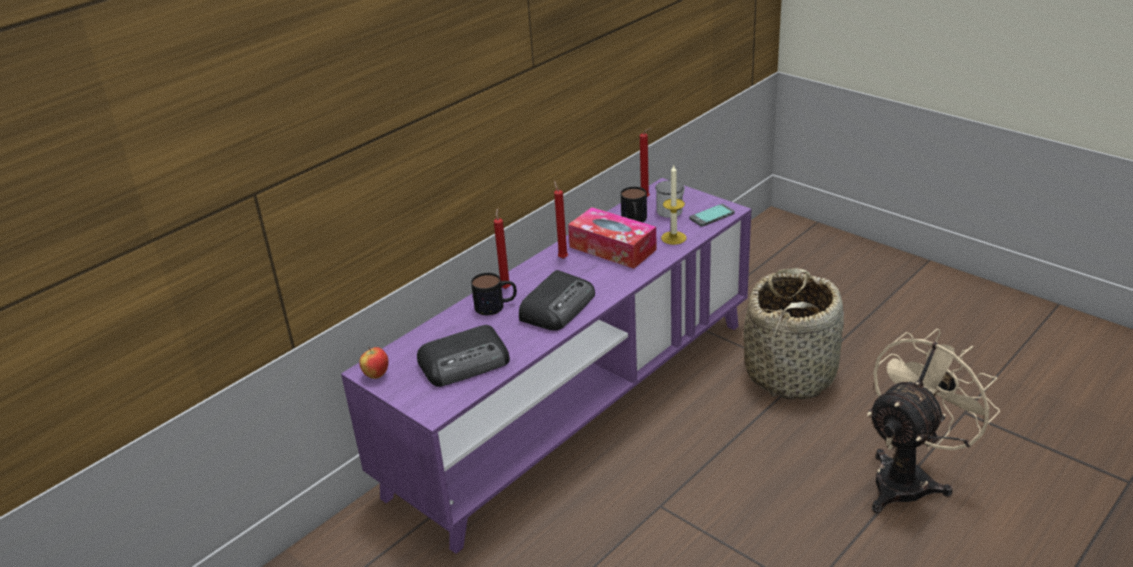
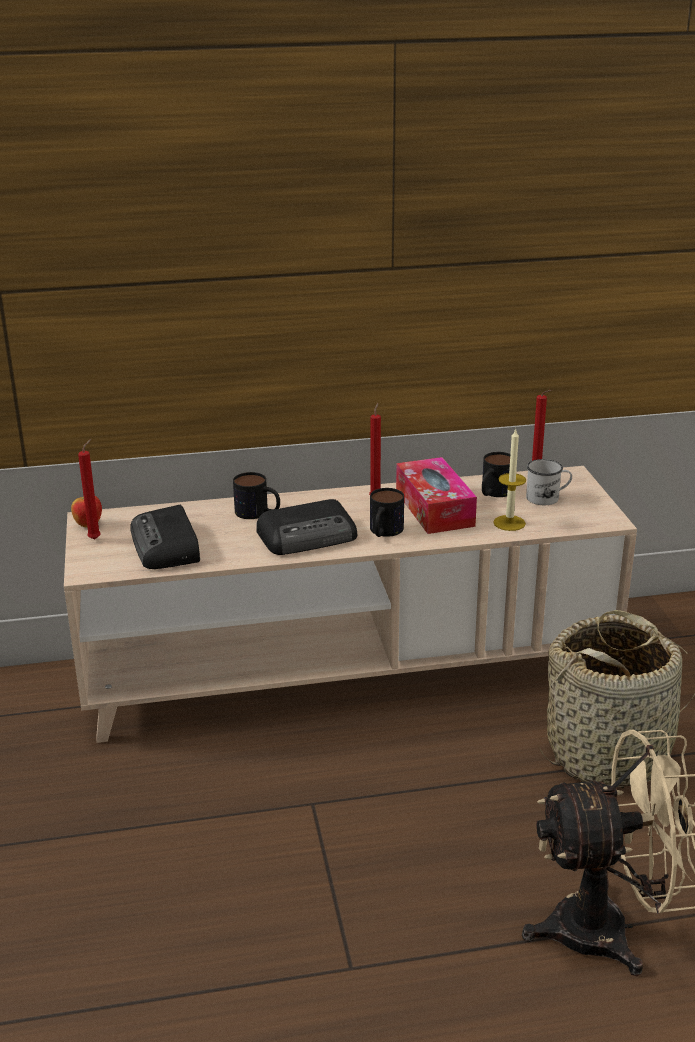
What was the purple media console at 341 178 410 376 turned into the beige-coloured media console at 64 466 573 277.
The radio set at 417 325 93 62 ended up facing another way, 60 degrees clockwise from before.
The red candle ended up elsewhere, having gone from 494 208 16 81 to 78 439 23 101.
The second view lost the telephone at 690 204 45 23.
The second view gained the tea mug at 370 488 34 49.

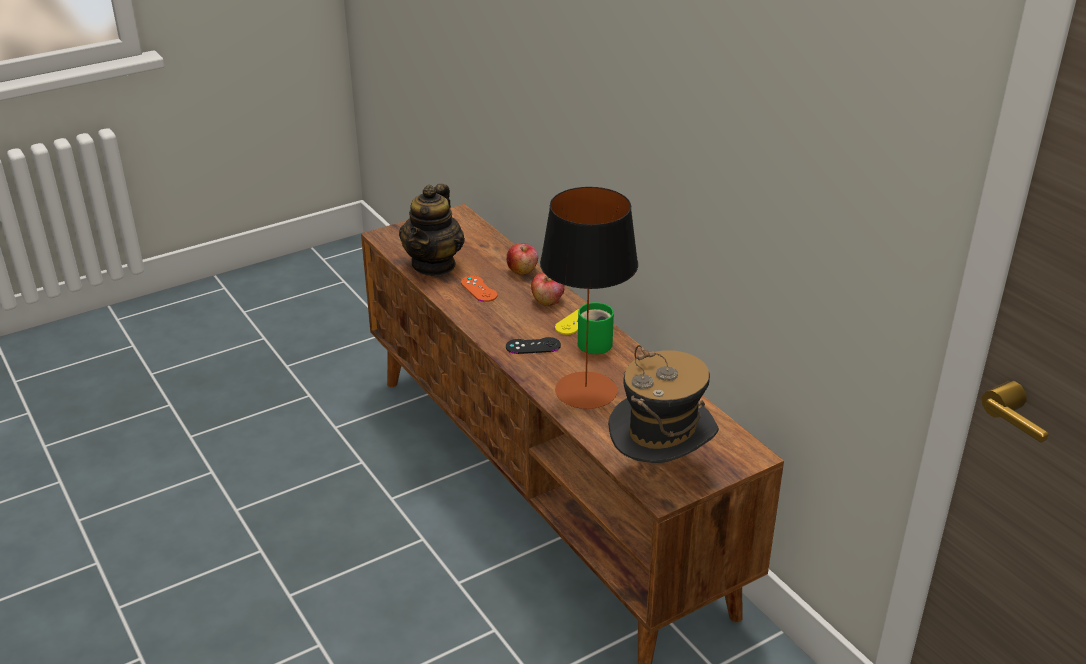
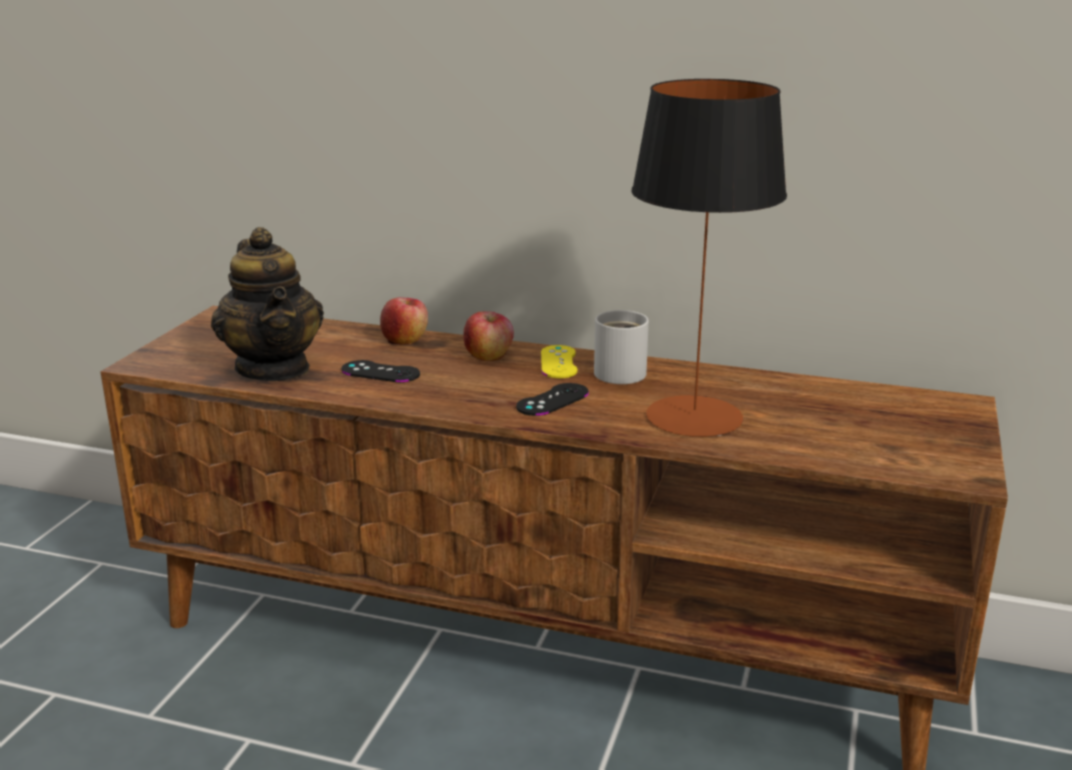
What was the orange gamepad at 461 276 37 26 turned into the black-coloured gamepad at 341 360 79 22.
What was the greenish tea mug at 578 302 36 52 turned into the white tea mug at 594 310 55 74.
The second view lost the hat at 608 345 111 118.

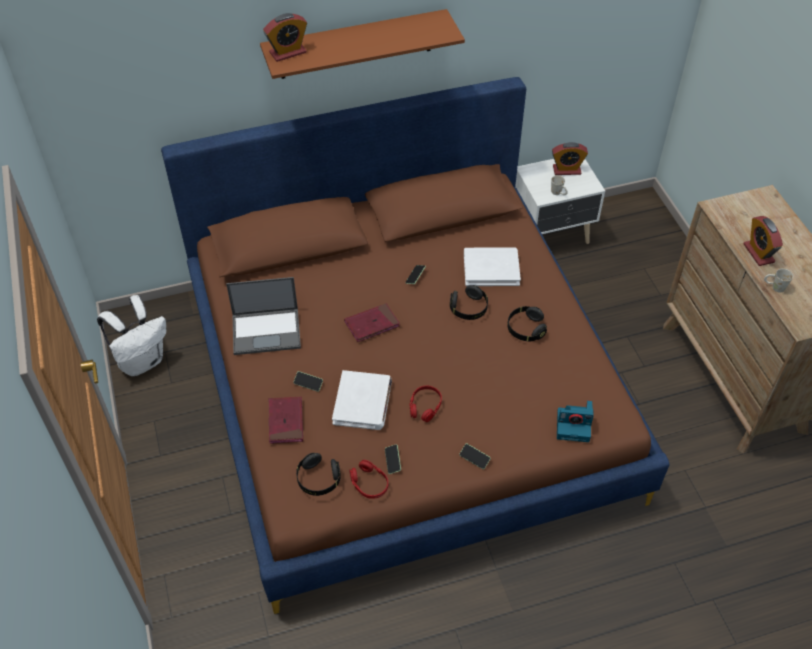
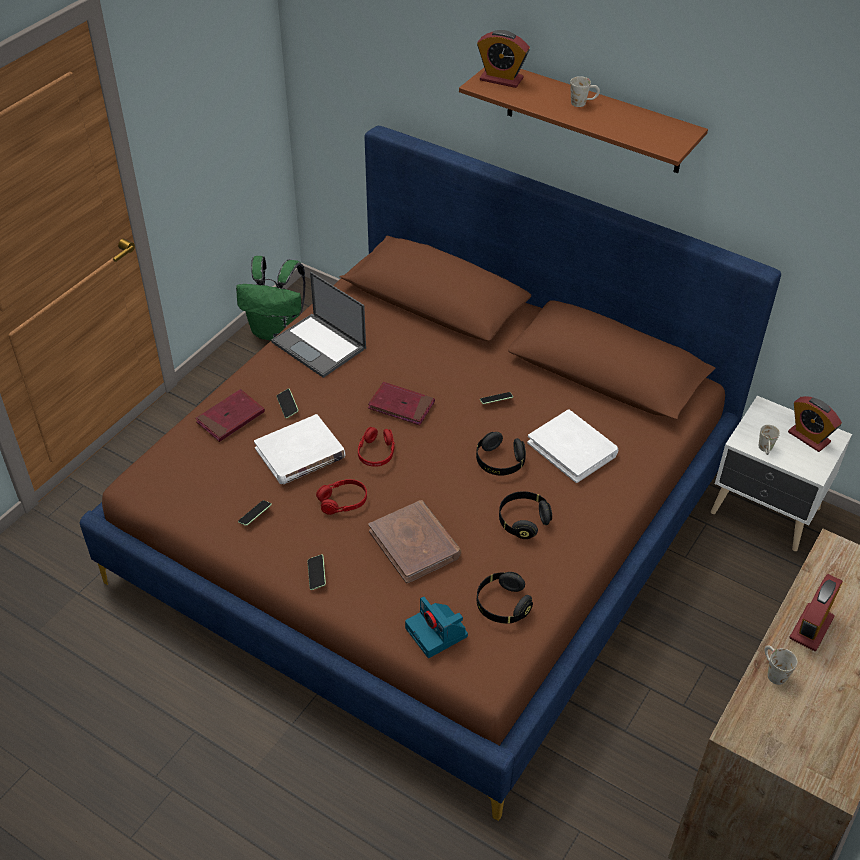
What was the white rucksack at 97 295 69 81 turned into the greenish rucksack at 236 256 70 85.
The black-coloured pair of headphones ended up elsewhere, having gone from 296 453 45 43 to 477 572 56 52.
The red pair of headphones ended up elsewhere, having gone from 349 460 39 39 to 358 427 37 40.
The second view gained the brownish bound book at 369 500 92 83.
The second view gained the white tea mug at 570 76 30 31.

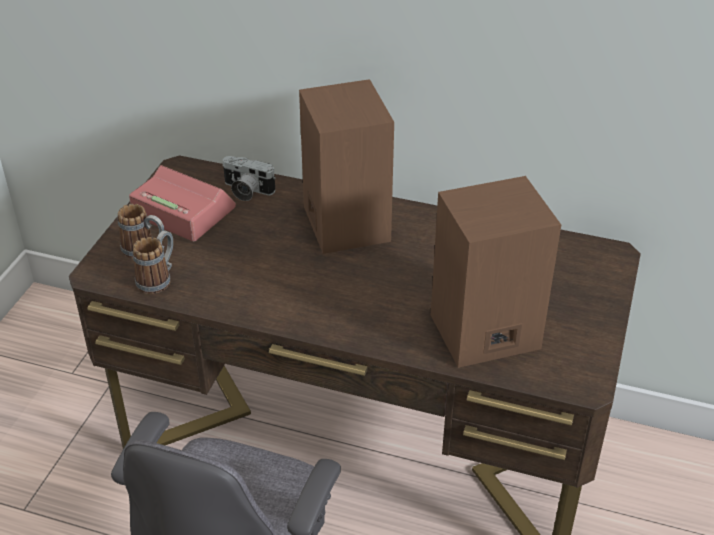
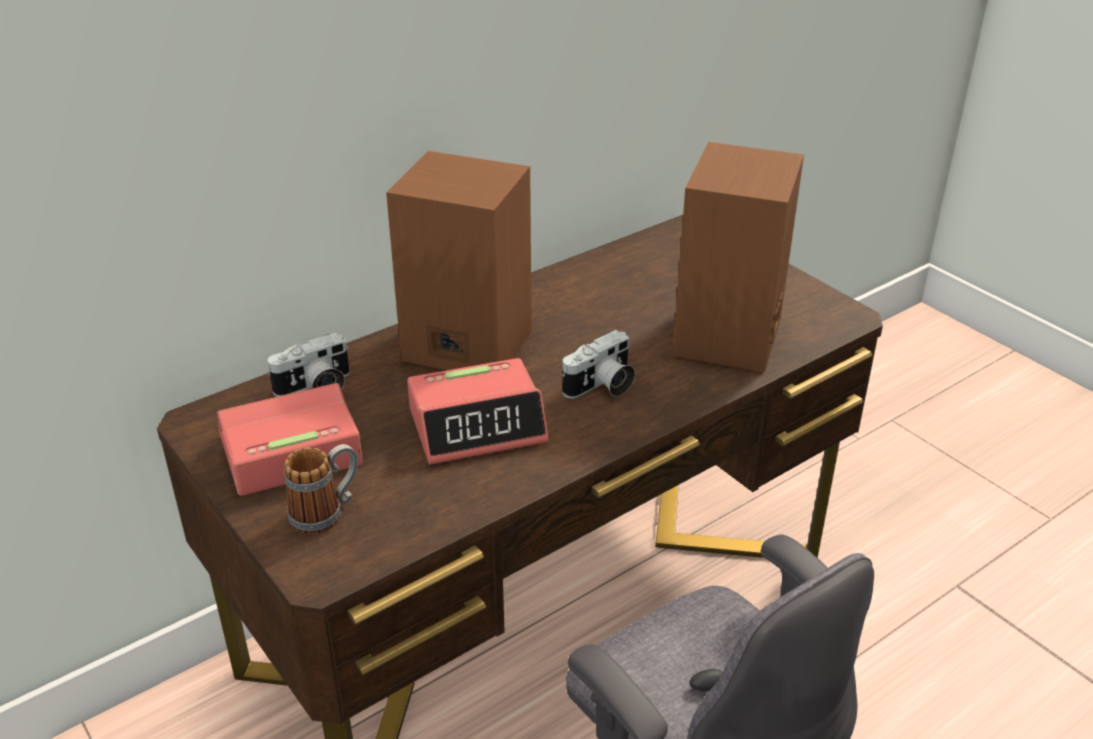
The second view lost the tea mug at 133 230 40 64.
The second view gained the alarm clock at 407 358 142 107.
The second view gained the still camera at 562 330 73 68.

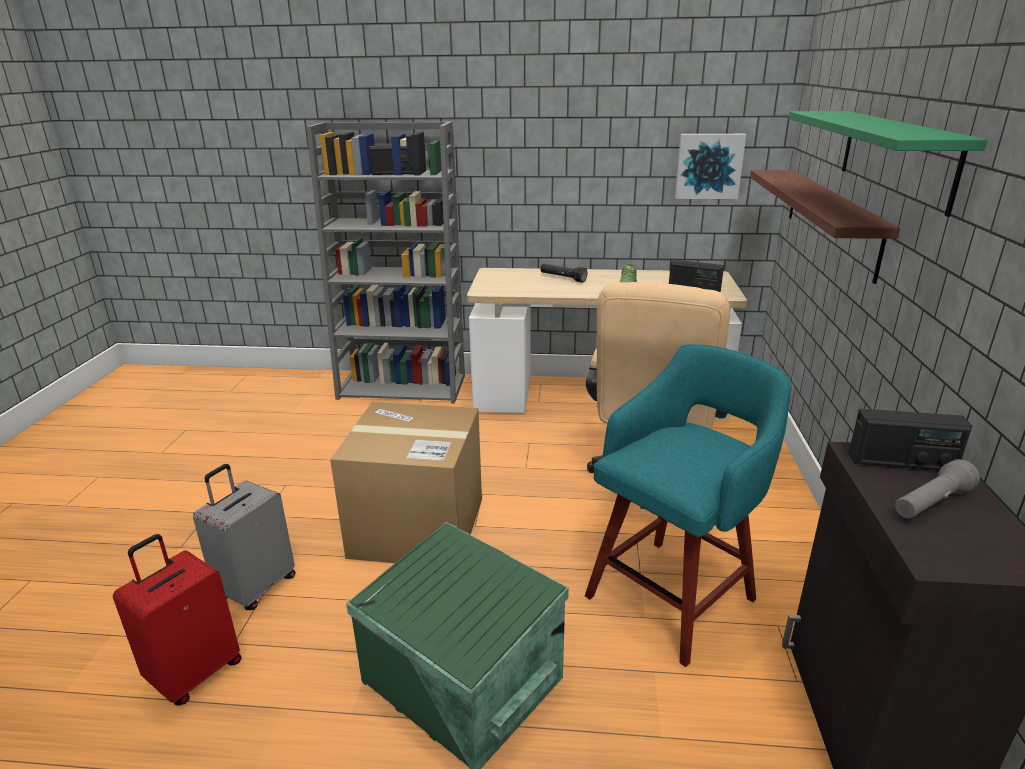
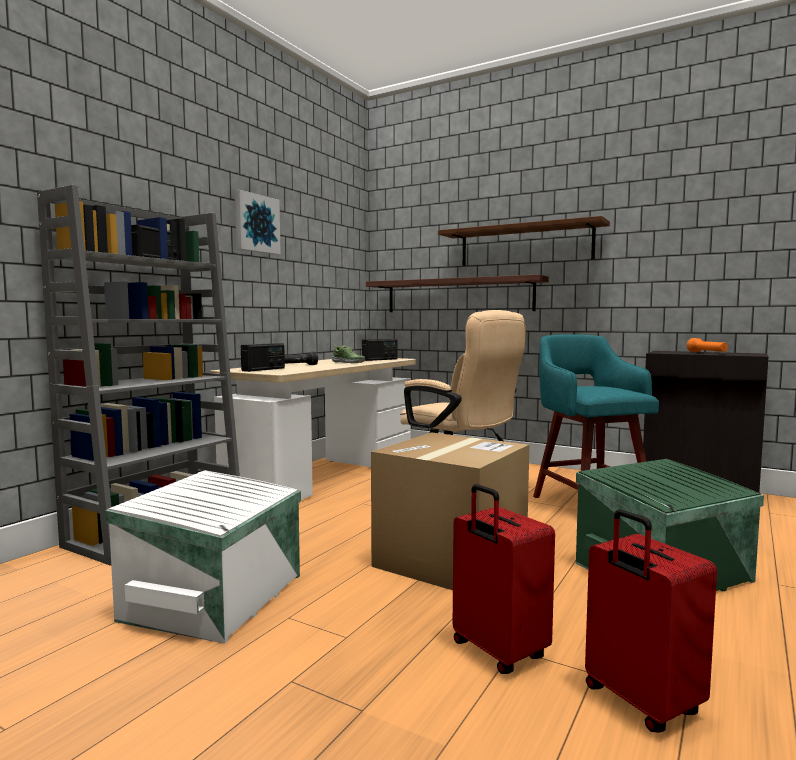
What was the greyish travel case at 193 464 102 146 turned into the red travel case at 453 484 102 190.
The wall art ended up elsewhere, having gone from 675 134 71 65 to 235 190 46 65.
What was the greenish shelf at 789 111 198 106 turned into the brownish shelf at 438 216 172 50.
The radio set ended up elsewhere, having gone from 849 409 123 61 to 241 343 44 29.
What was the greyish torch at 895 459 85 59 turned into the orange torch at 687 338 41 14.
The second view gained the white storage container at 105 471 196 173.

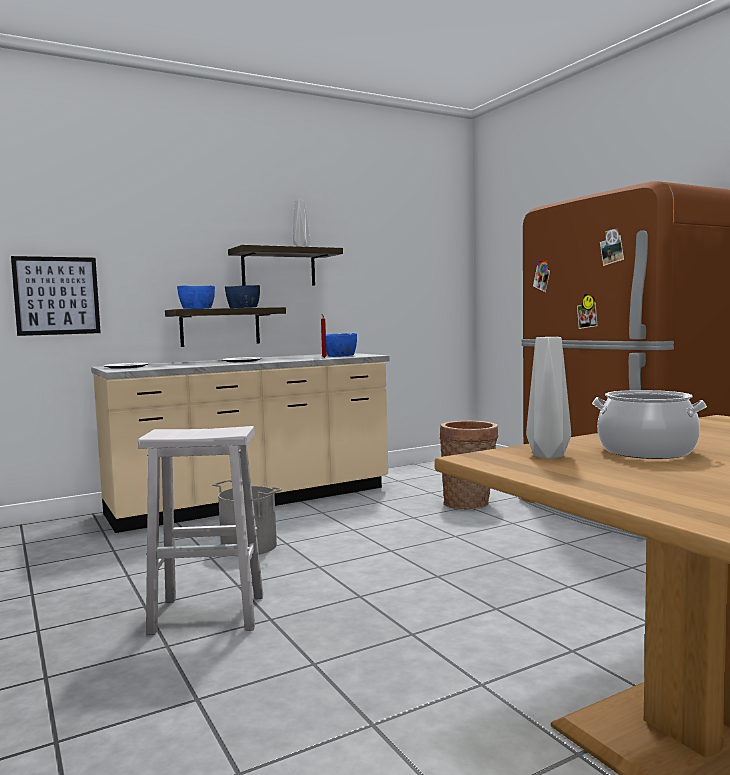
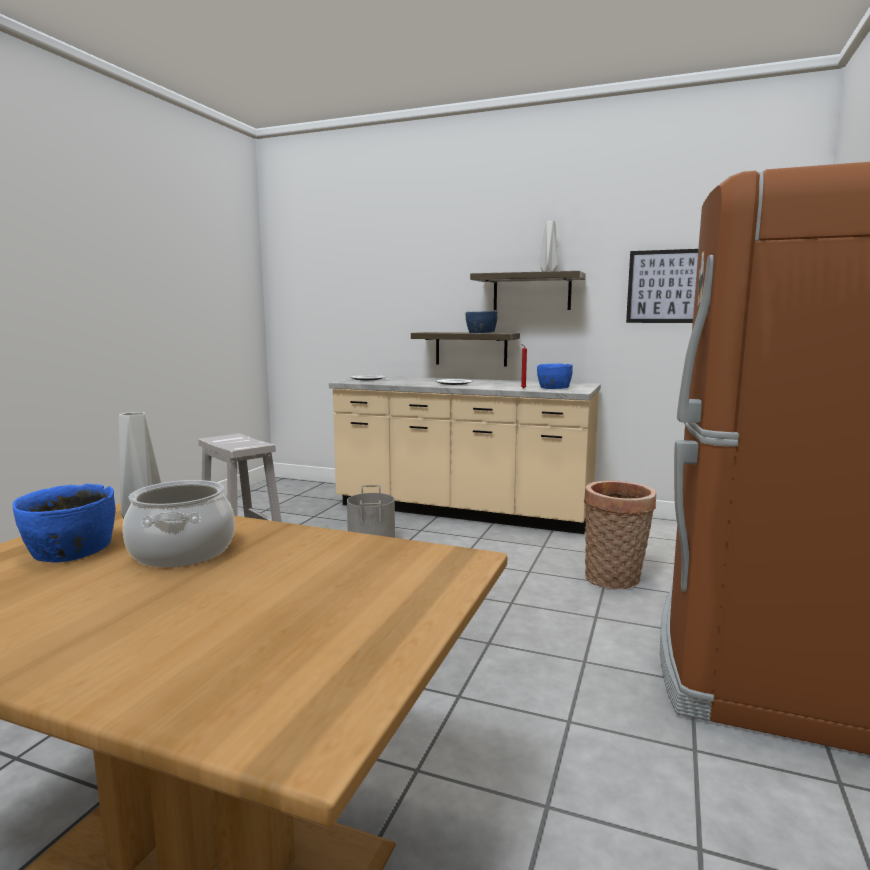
The wall art ended up elsewhere, having gone from 11 256 90 80 to 626 249 72 74.
The bluish serving bowl ended up elsewhere, having gone from 177 285 38 24 to 13 484 103 79.

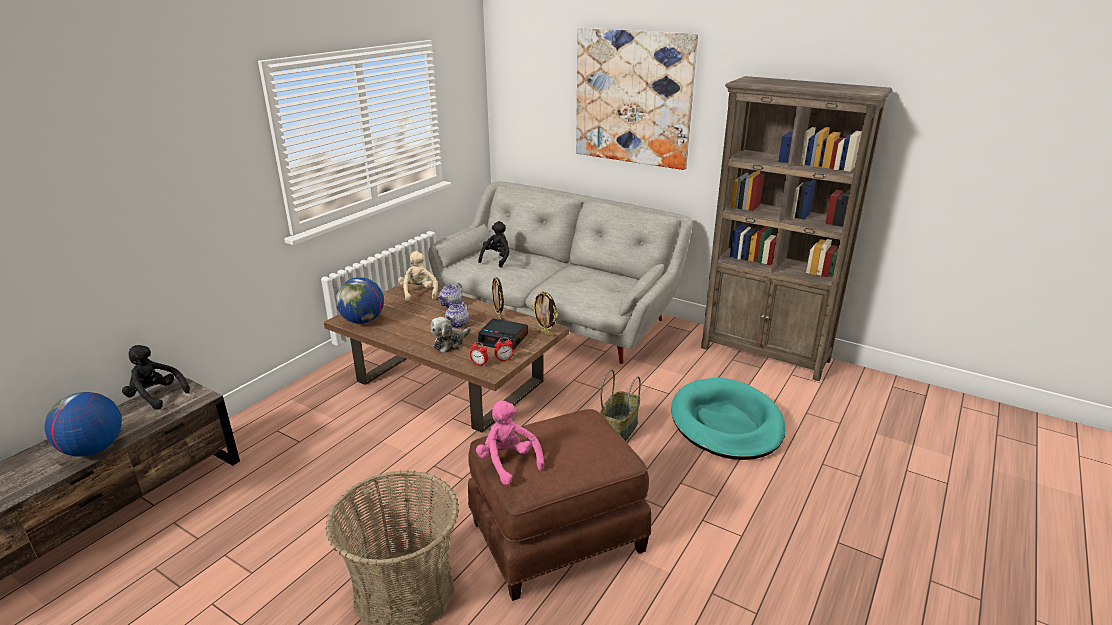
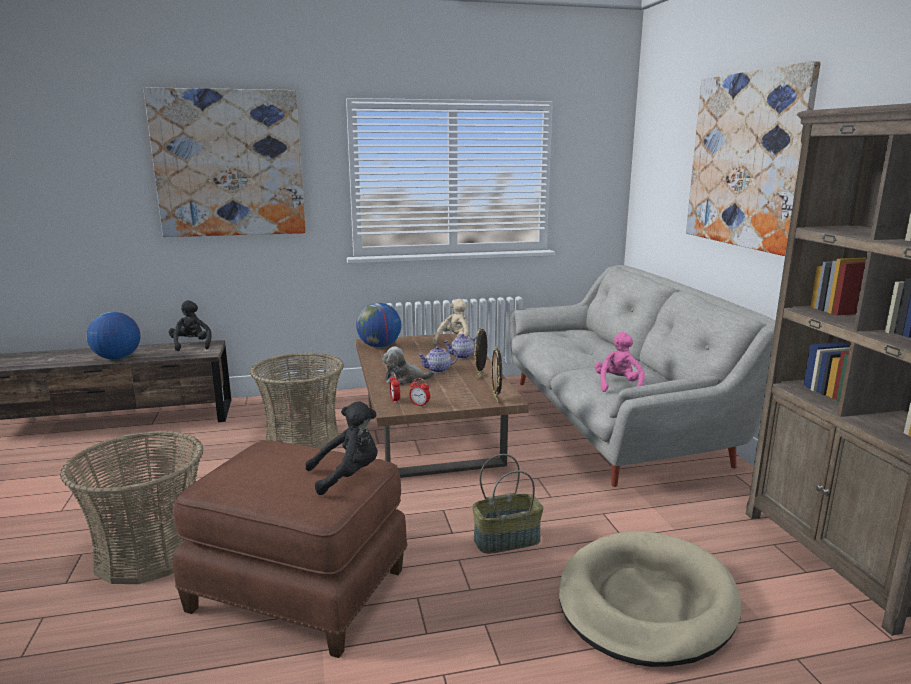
The pinkish cuddly toy ended up elsewhere, having gone from 476 400 68 85 to 595 332 50 60.
The black-coloured cuddly toy ended up elsewhere, having gone from 478 221 32 46 to 305 401 73 94.
The second view lost the alarm clock at 478 318 50 32.
What was the turquoise-coloured pet bed at 671 378 115 82 turned into the beige-coloured pet bed at 559 531 183 136.
The second view gained the wall art at 143 87 163 150.
The second view gained the basket at 250 353 94 96.

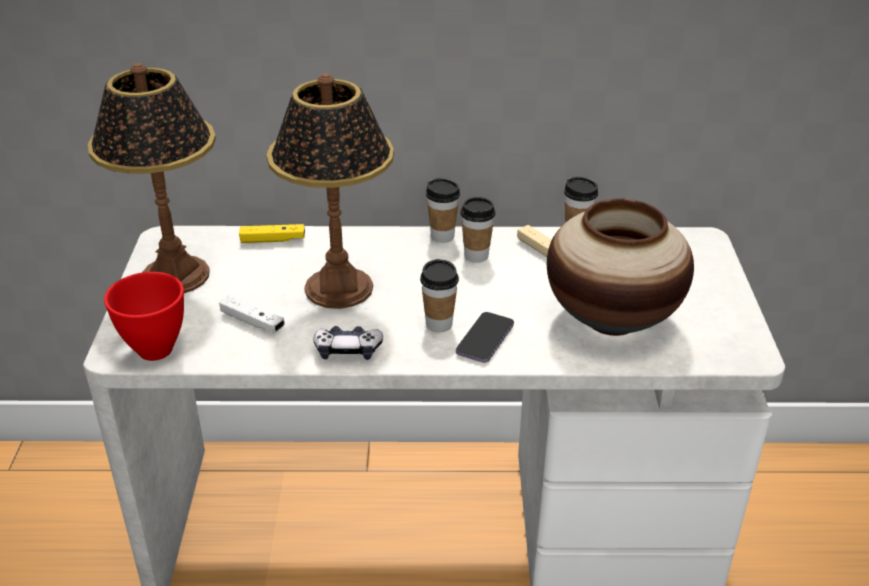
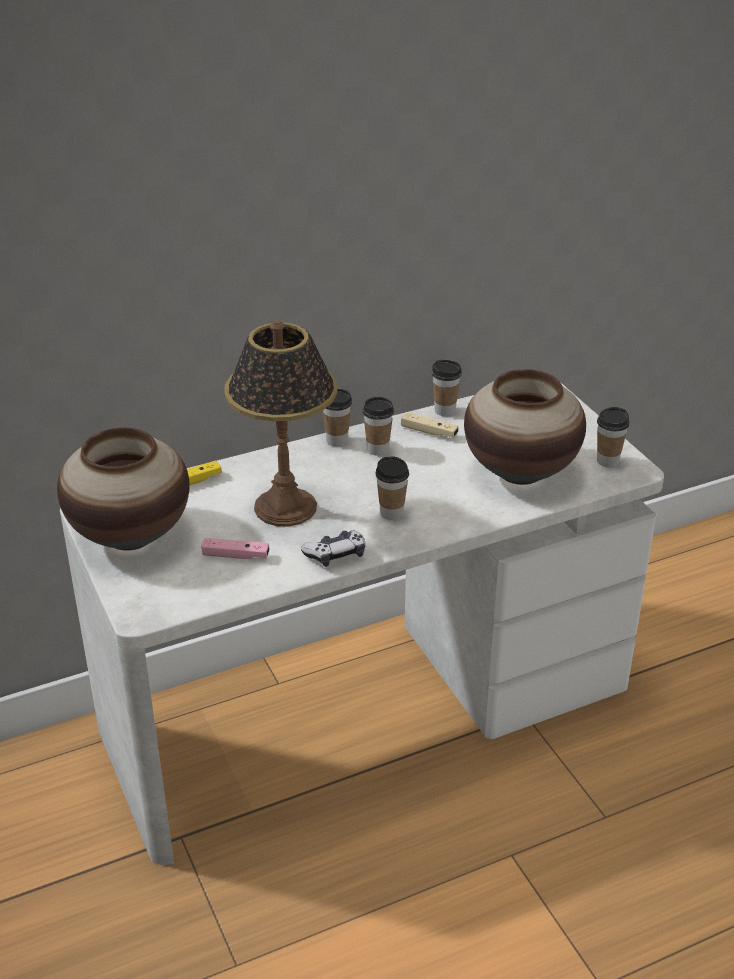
Where the lamp for a table stood at 88 63 128 230, the decorative vase came to stand at 57 427 133 124.
The second view lost the red serving bowl at 104 272 80 89.
What was the white gamepad at 219 295 66 38 turned into the pinkish gamepad at 201 538 68 21.
The second view lost the telephone at 456 312 58 51.
The second view gained the drinking cup at 597 407 32 60.

